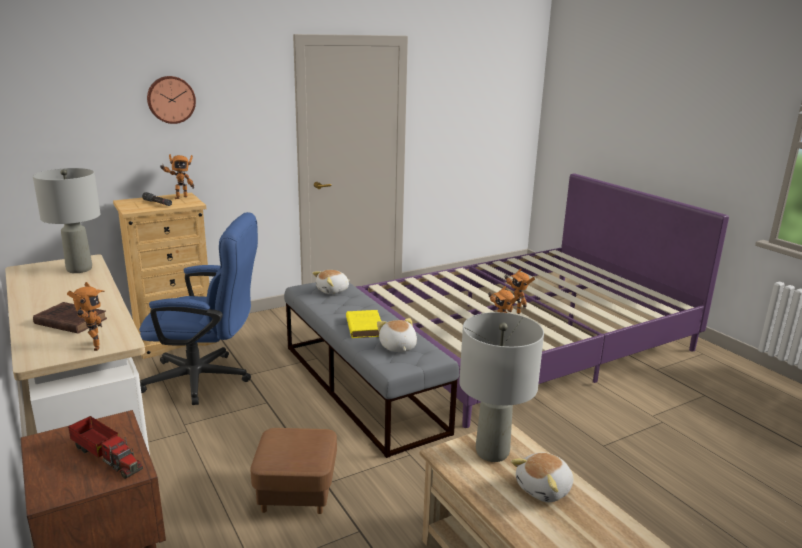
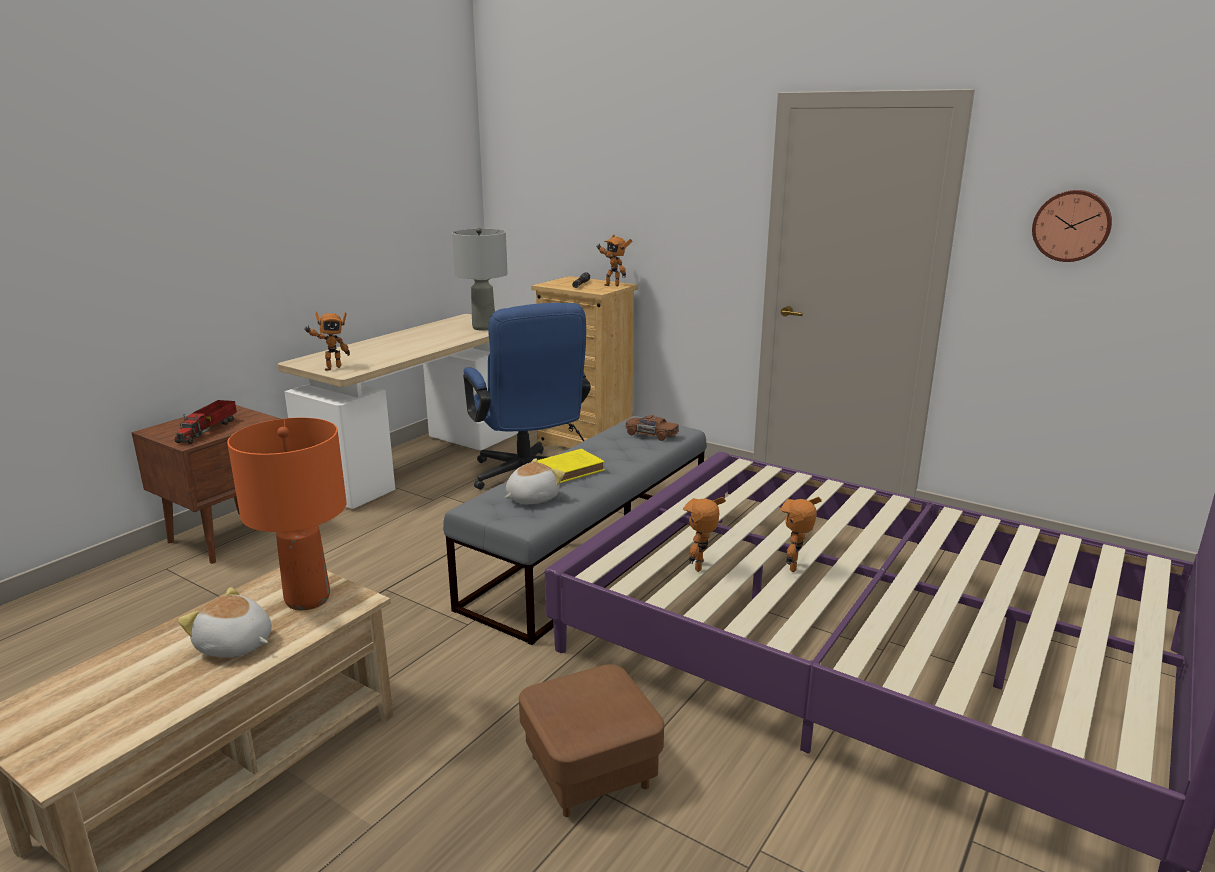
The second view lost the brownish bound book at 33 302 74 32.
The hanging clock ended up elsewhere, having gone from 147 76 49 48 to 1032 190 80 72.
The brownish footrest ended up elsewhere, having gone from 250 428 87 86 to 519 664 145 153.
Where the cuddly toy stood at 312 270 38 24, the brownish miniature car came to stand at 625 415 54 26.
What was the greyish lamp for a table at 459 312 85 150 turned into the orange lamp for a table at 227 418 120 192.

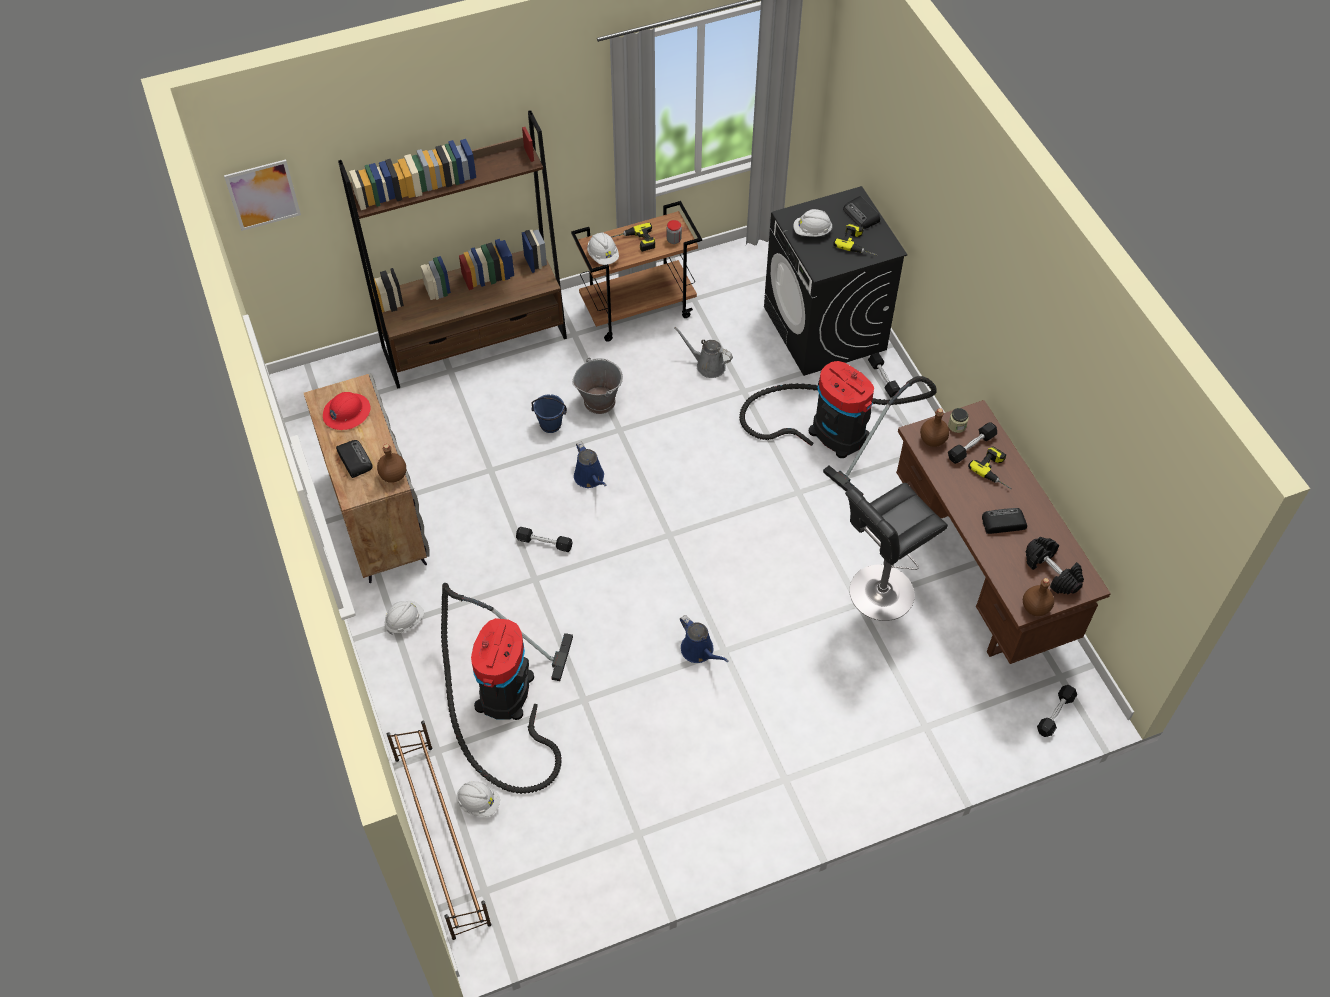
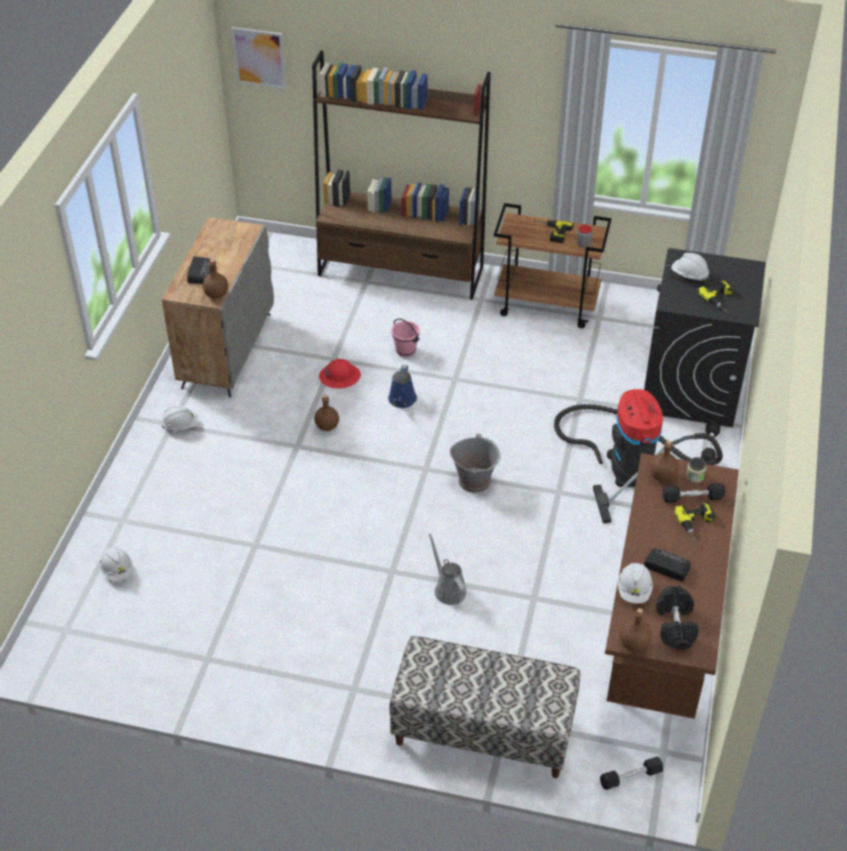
The red work helmet ended up elsewhere, having gone from 323 392 47 38 to 319 359 42 29.
The second view lost the brownish shoe rack at 387 721 105 219.
The second view lost the hoover at 441 583 132 211.
Where the black-coloured free weight stood at 516 527 56 25, the brownish bottle came to stand at 314 395 25 36.
What was the bluish pail at 531 394 36 39 turned into the pinkish pail at 391 319 29 38.
The greyish pail ended up elsewhere, having gone from 572 358 51 56 to 449 434 51 59.
The white work helmet ended up elsewhere, having gone from 587 232 32 33 to 618 563 35 41.
The greyish sprinkling can ended up elsewhere, having gone from 674 327 59 51 to 429 534 38 71.
The second view lost the bluish sprinkling can at 680 615 49 48.
The second view lost the radio set at 843 196 37 33.
The second view lost the black-coloured stool at 845 483 103 138.
The second view gained the bench at 389 636 191 142.

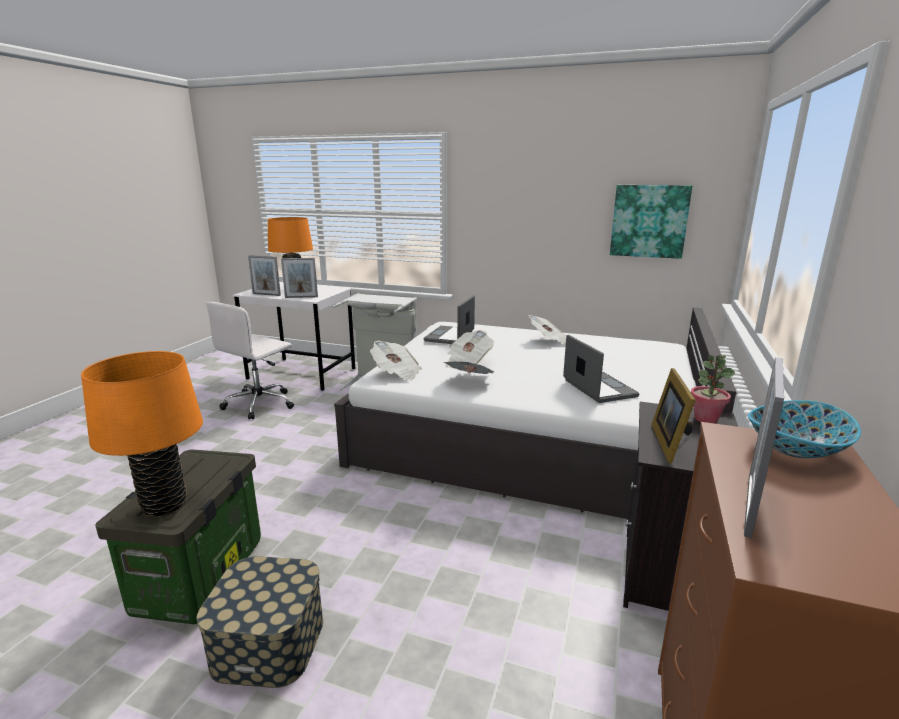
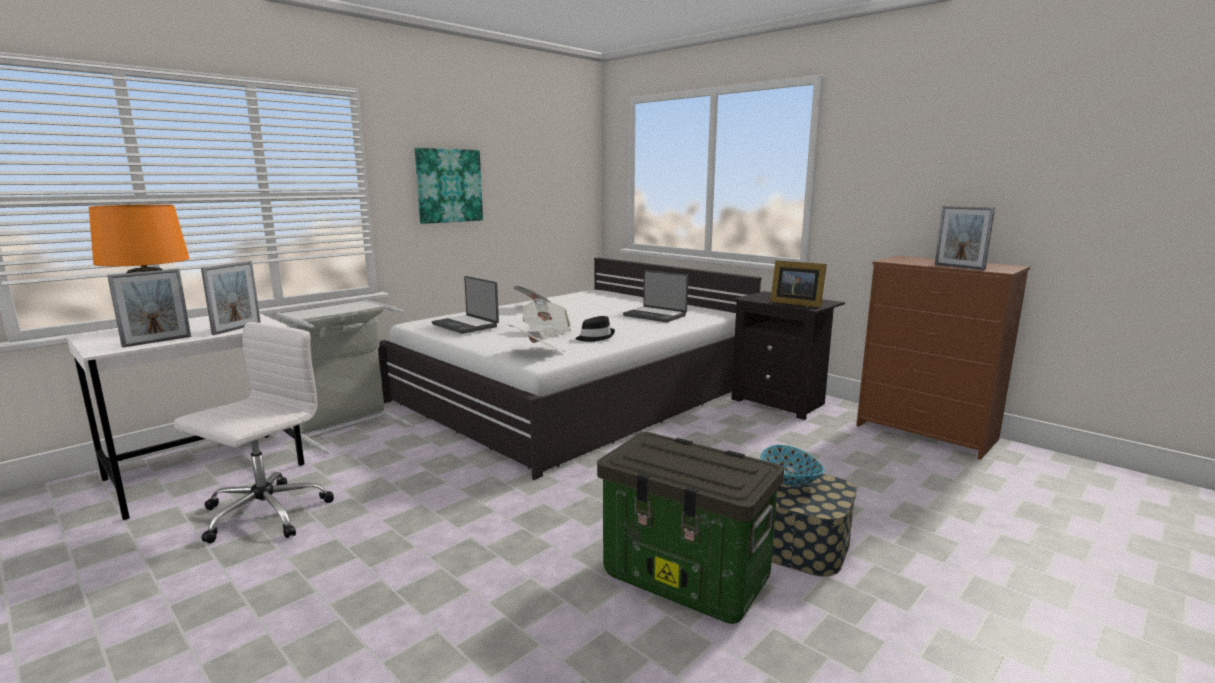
The second view lost the orange lamp for a table at 81 351 122 166.
The white desk chair at 206 302 88 118 ended up facing another way, 120 degrees counterclockwise from before.
Where the daily paper stood at 443 361 51 13, the black-coloured hat came to stand at 575 316 40 26.
The portable computer at 563 335 76 68 ended up facing another way, 150 degrees counterclockwise from before.
The wall art ended up elsewhere, having gone from 610 185 82 74 to 415 148 68 76.
The second view lost the houseplant at 691 355 44 69.
The serving bowl ended up elsewhere, having gone from 748 400 113 58 to 761 445 64 42.

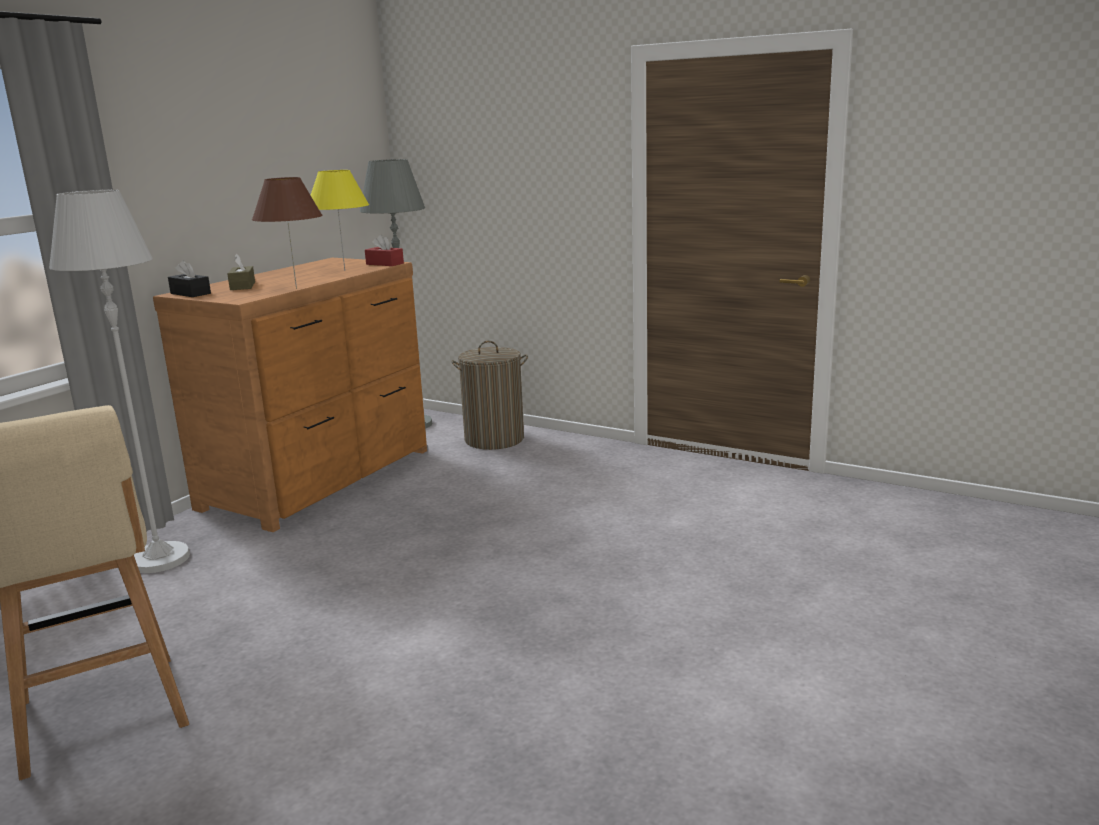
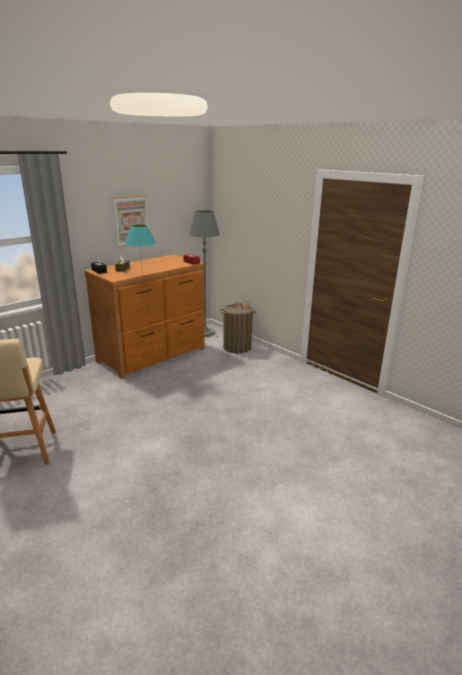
The second view lost the white standard lamp at 49 190 141 383.
What was the brownish lamp for a table at 252 177 70 112 turned into the turquoise-coloured lamp for a table at 124 224 32 51.
The second view lost the yellow lamp for a table at 311 170 58 101.
The second view gained the wall art at 114 195 34 52.

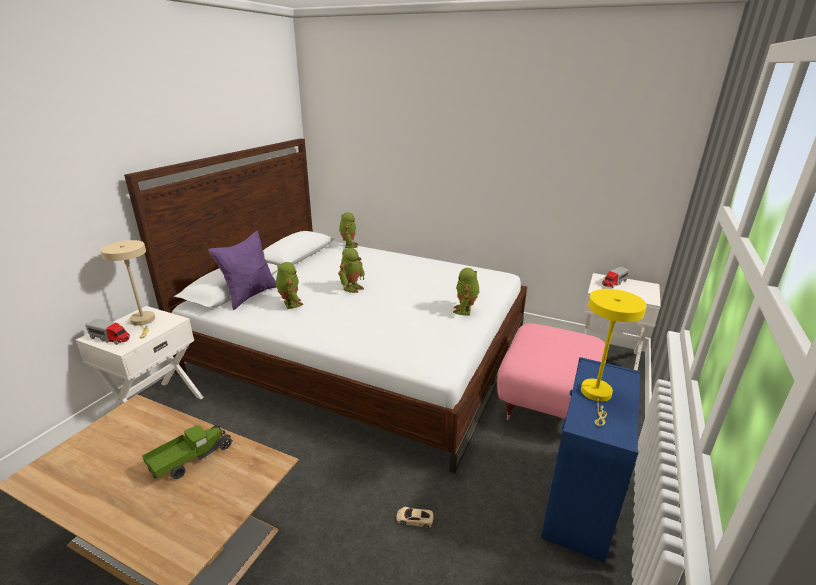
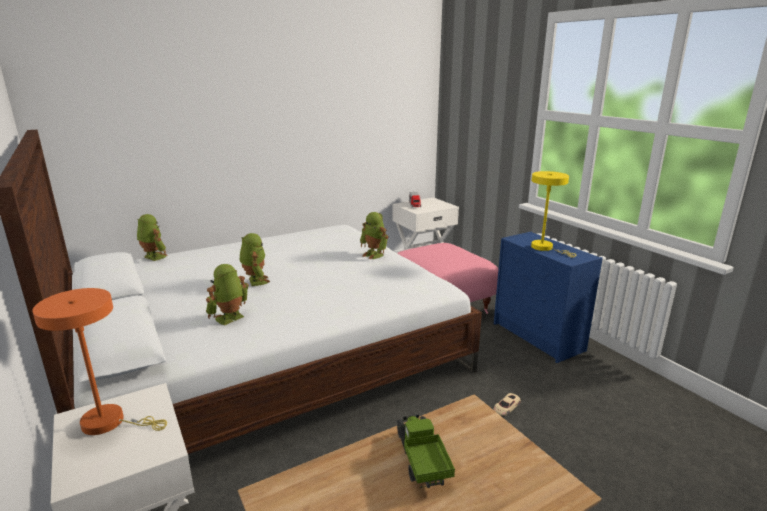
The second view lost the model truck at 86 319 44 26.
What was the beige-coloured lamp for a table at 100 240 55 98 turned into the orange lamp for a table at 32 288 135 147.
The second view lost the purple pillow at 208 231 68 79.
The model robot at 276 262 28 47 ended up facing another way, 60 degrees counterclockwise from before.

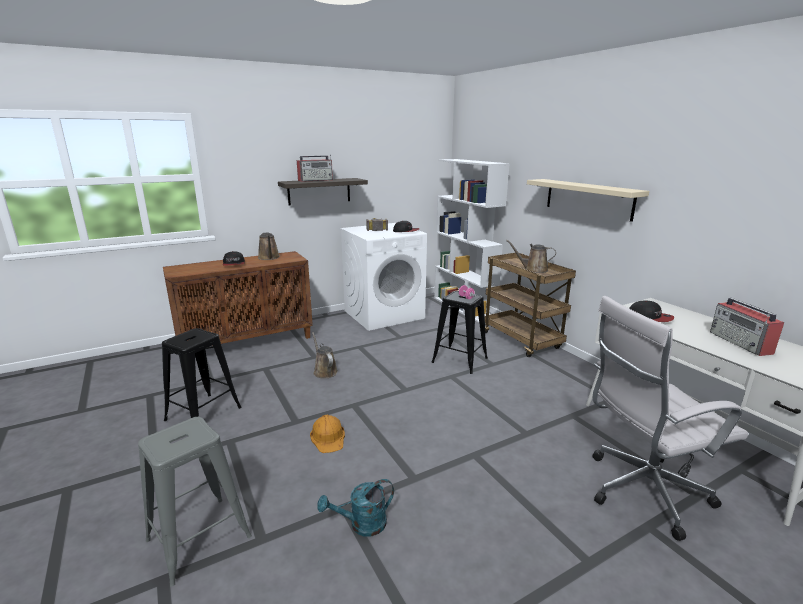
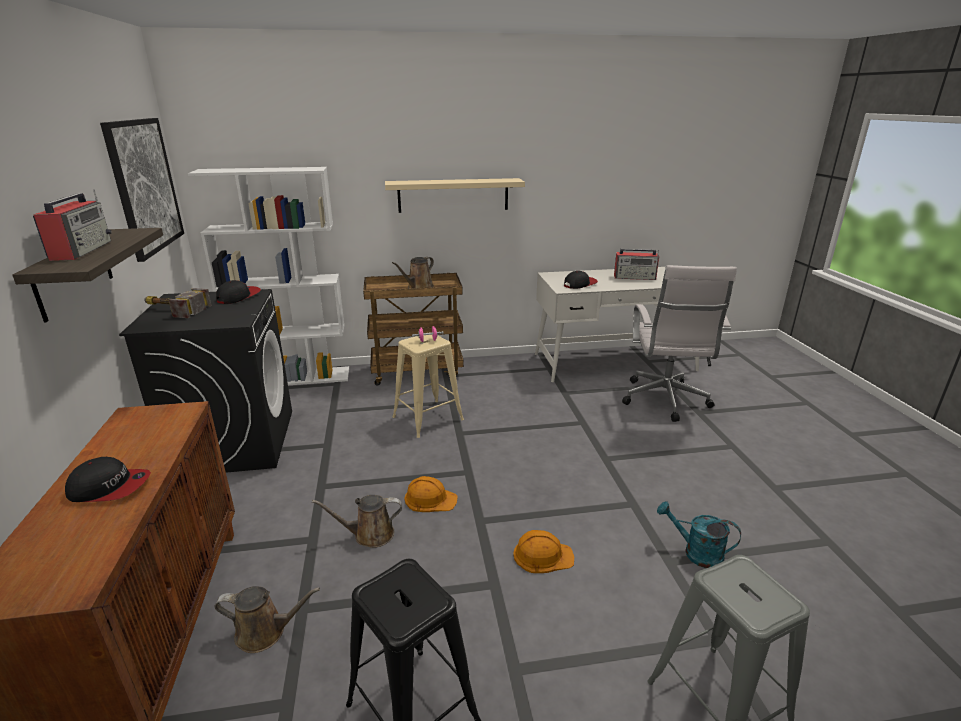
The brownish sprinkling can ended up elsewhere, having gone from 258 232 22 28 to 215 586 105 67.
The turquoise-coloured sprinkling can at 317 479 77 58 ended up facing another way, 120 degrees clockwise from before.
What was the white laundry machine at 340 223 87 108 turned into the black-coloured laundry machine at 119 289 173 184.
What was the black-coloured stool at 432 291 56 83 turned into the beige-coloured stool at 393 332 71 106.
The second view gained the wall art at 100 118 84 144.
The second view gained the orange work helmet at 404 476 54 36.

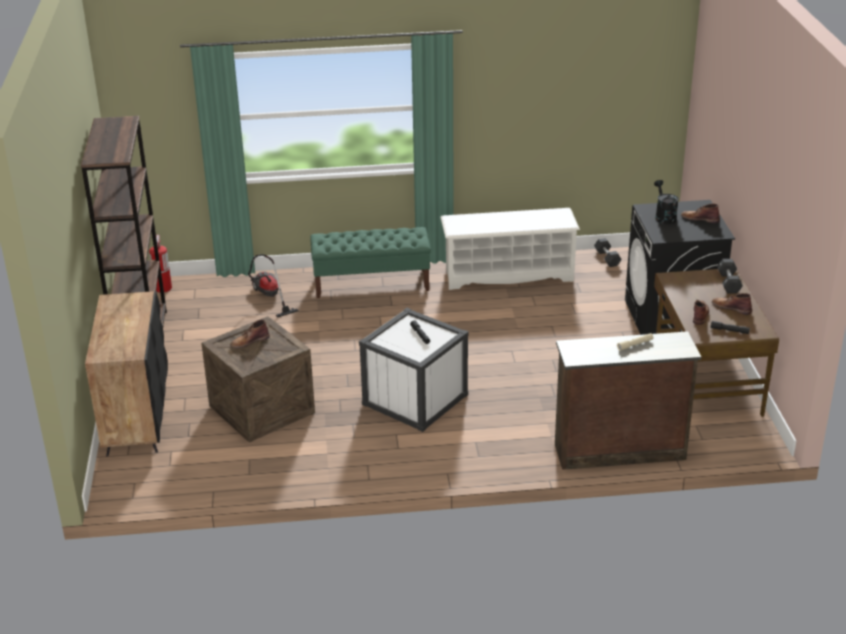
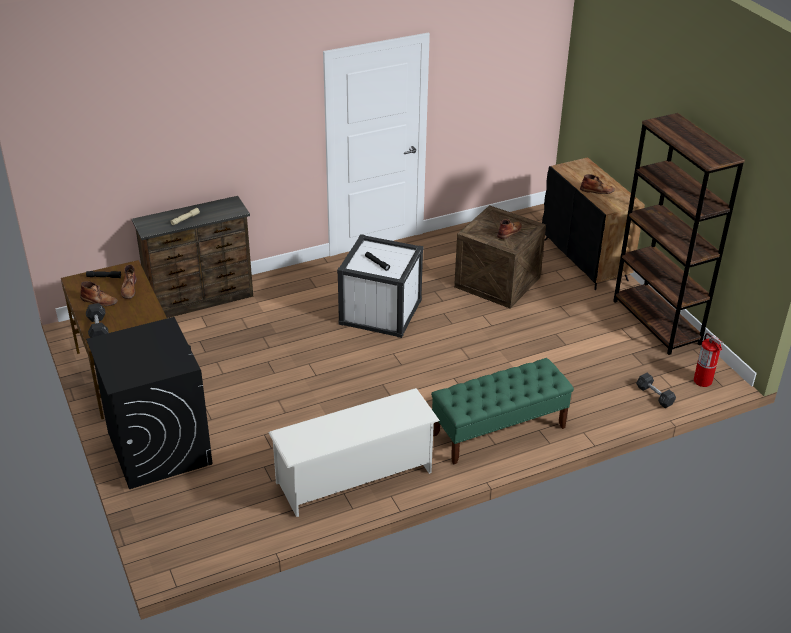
The second view lost the hoover at 248 254 51 64.
The greyish free weight ended up elsewhere, having gone from 594 238 28 29 to 636 373 40 35.
The second view lost the black-coloured sprinkling can at 654 180 25 44.
The brownish boot ended up elsewhere, having gone from 681 204 39 19 to 580 174 35 20.

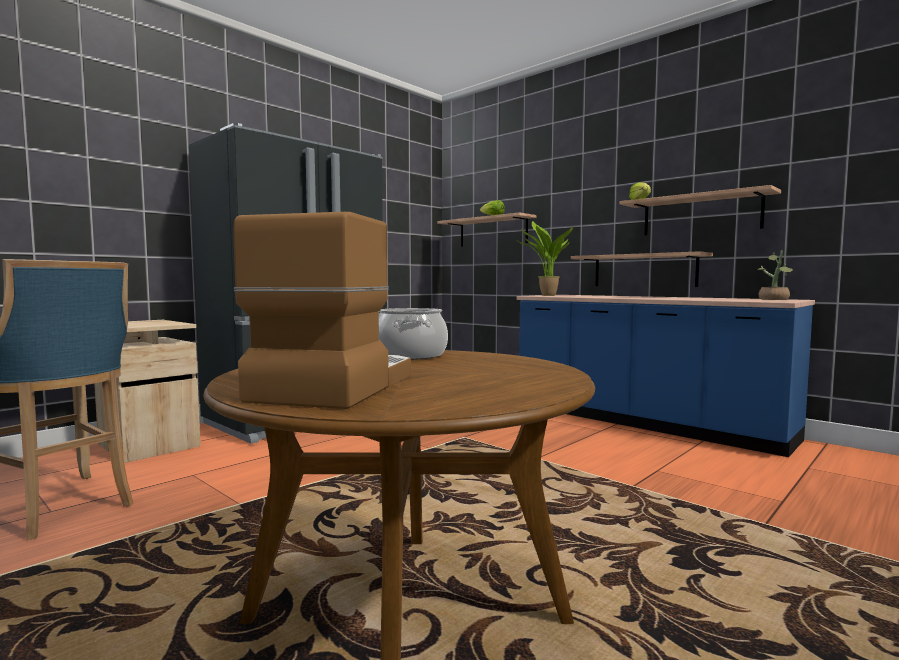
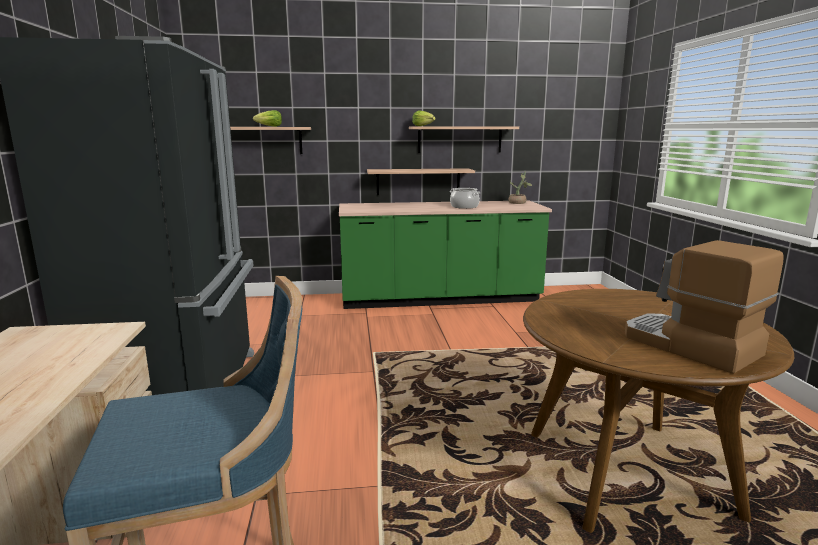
The cooking pot ended up elsewhere, having gone from 379 308 69 52 to 450 188 30 21.
What was the bluish kitchen counter at 516 295 299 162 turned into the greenish kitchen counter at 339 200 213 109.
The second view lost the houseplant at 518 221 55 75.

